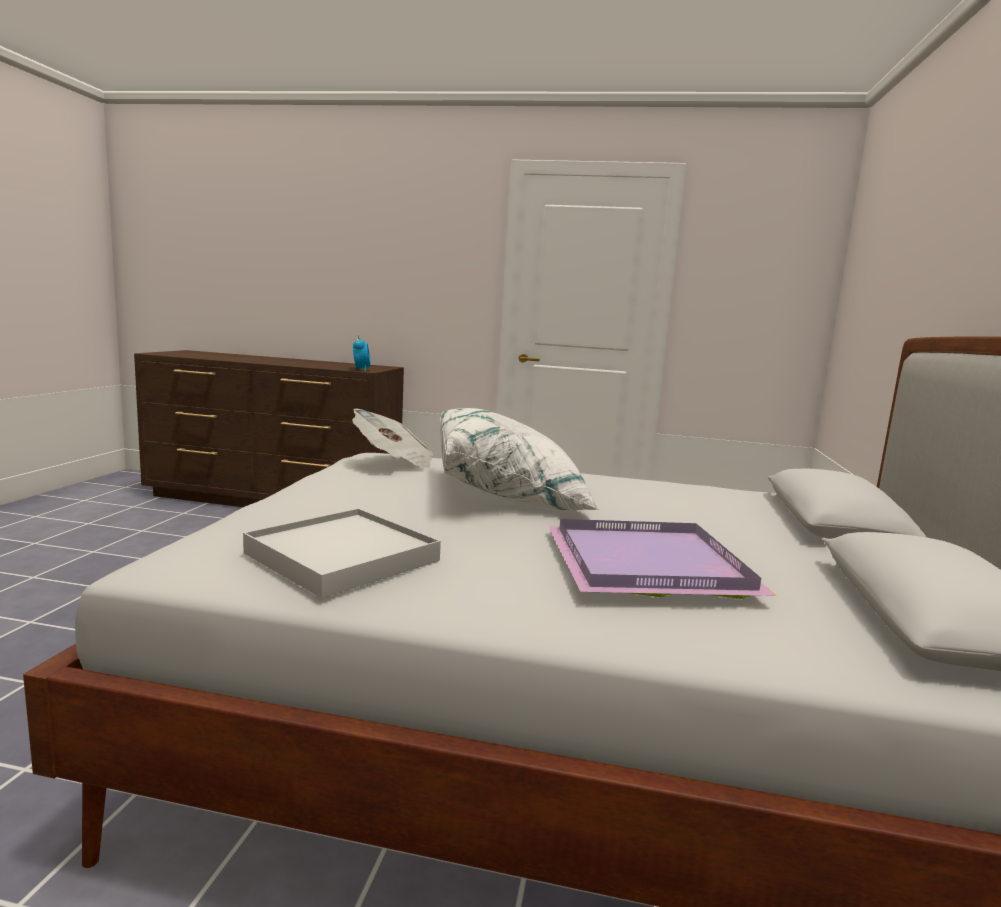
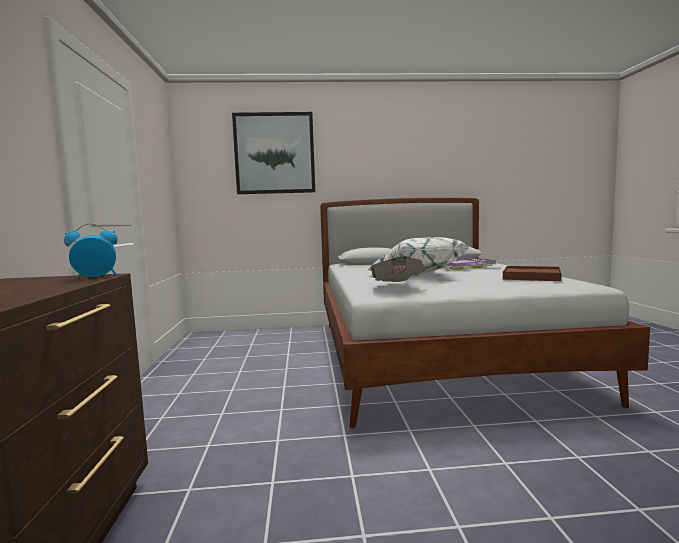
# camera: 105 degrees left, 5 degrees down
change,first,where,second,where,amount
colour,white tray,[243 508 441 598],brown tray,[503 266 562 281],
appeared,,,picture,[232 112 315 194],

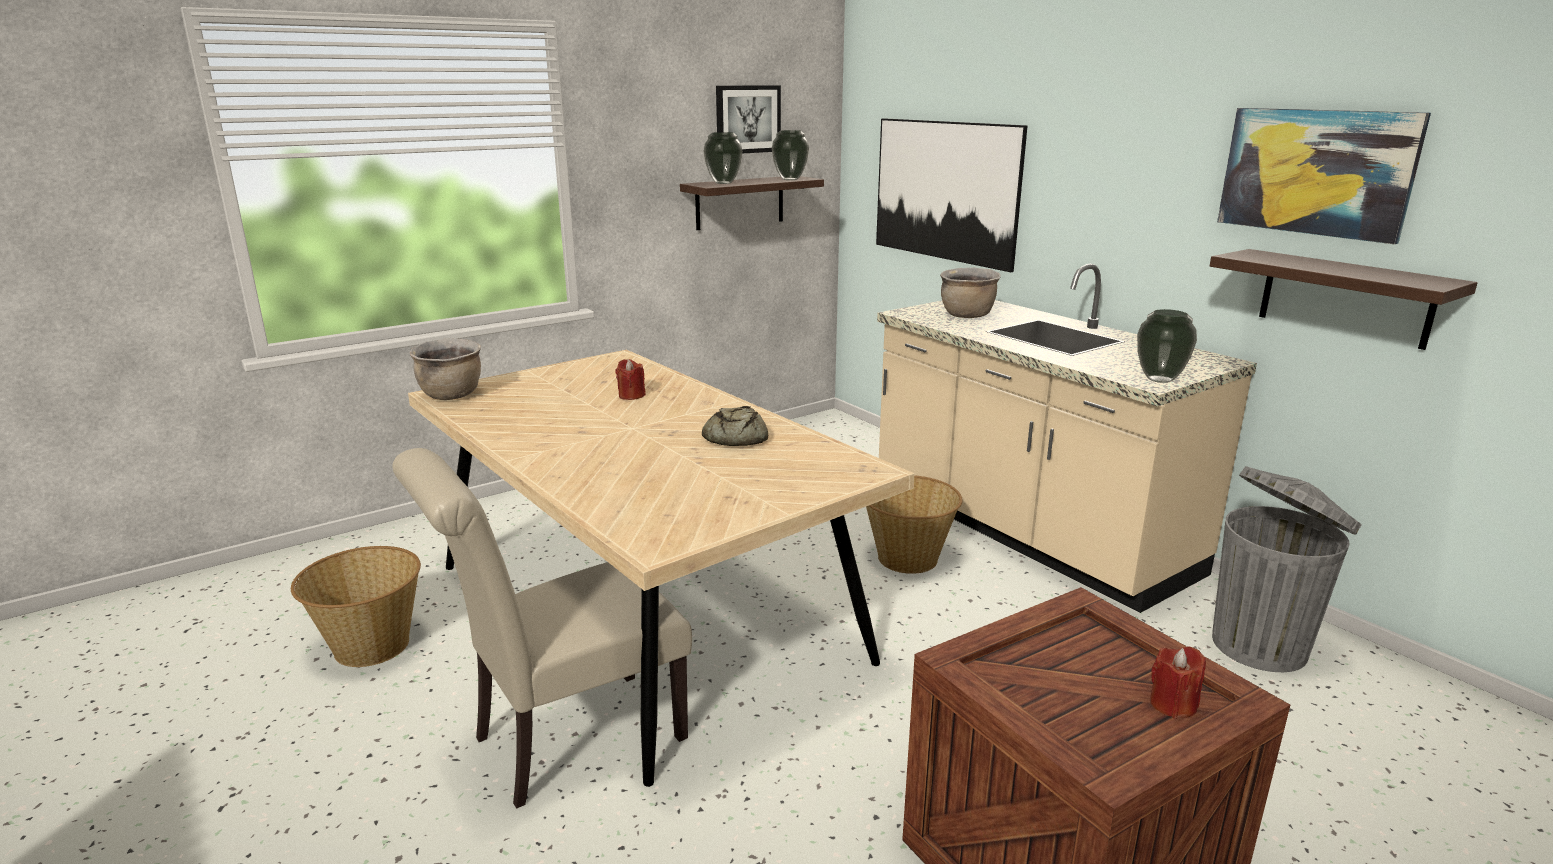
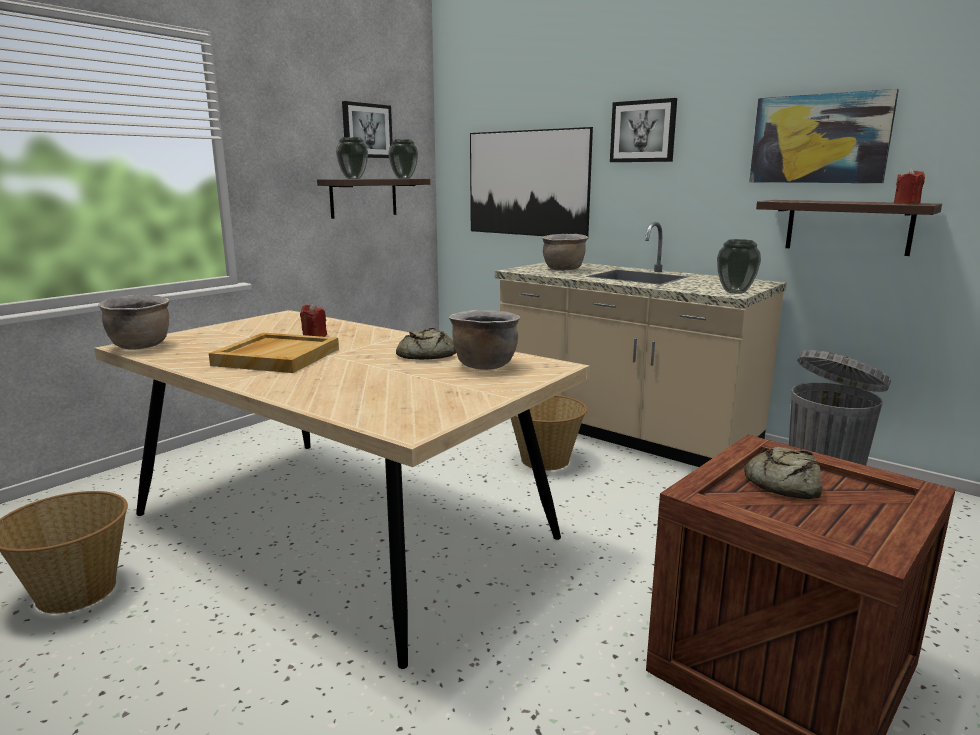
# camera: 15 degrees left, 5 degrees down
change,first,where,second,where,amount
missing,beige chair,[392 448 692 809],,,
relocated,red candle,[1150 647 1206 719],,[894 168 925 204],
appeared,,,beige tray,[209 333 339 373],
appeared,,,brown cooking pot,[449 310 520 370],
appeared,,,picture,[610 98 677 162],
appeared,,,bread,[744 446 823 499],

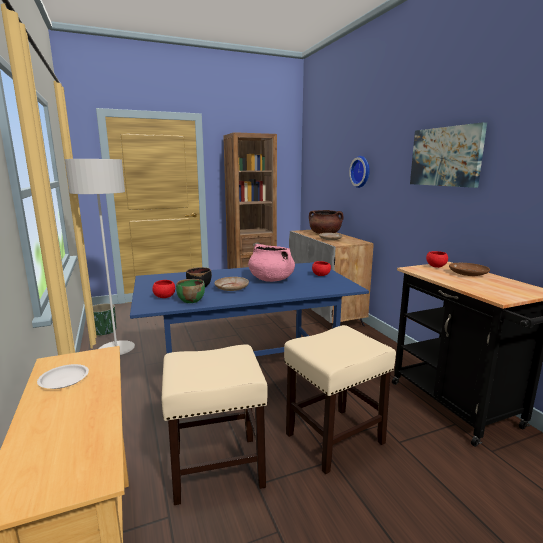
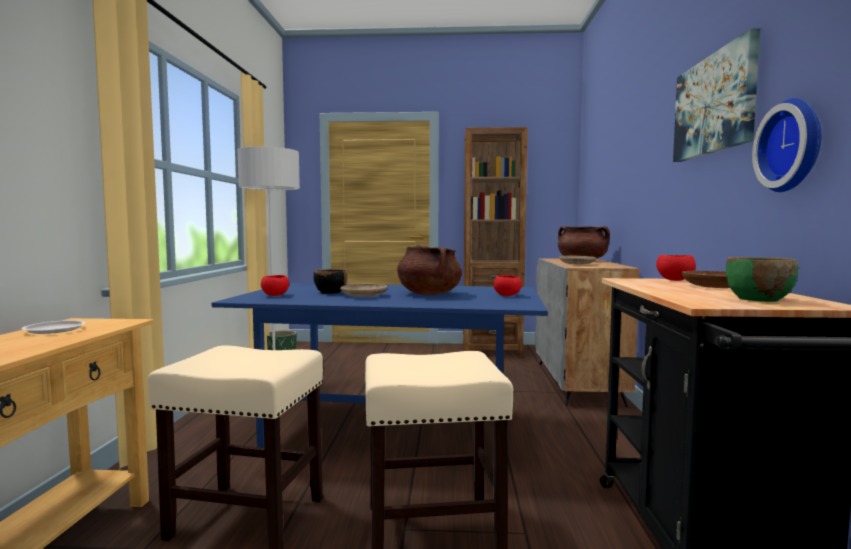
# camera: 25 degrees right, 10 degrees down
change,first,where,second,where,amount
relocated,green bowl,[176 279 205 303],,[726 257 798 302],
colour,pink cooking pot,[248 244 295 282],brown cooking pot,[397 245 462 295],
relocated,wall clock,[349 156 370 188],,[752 98 821 192],

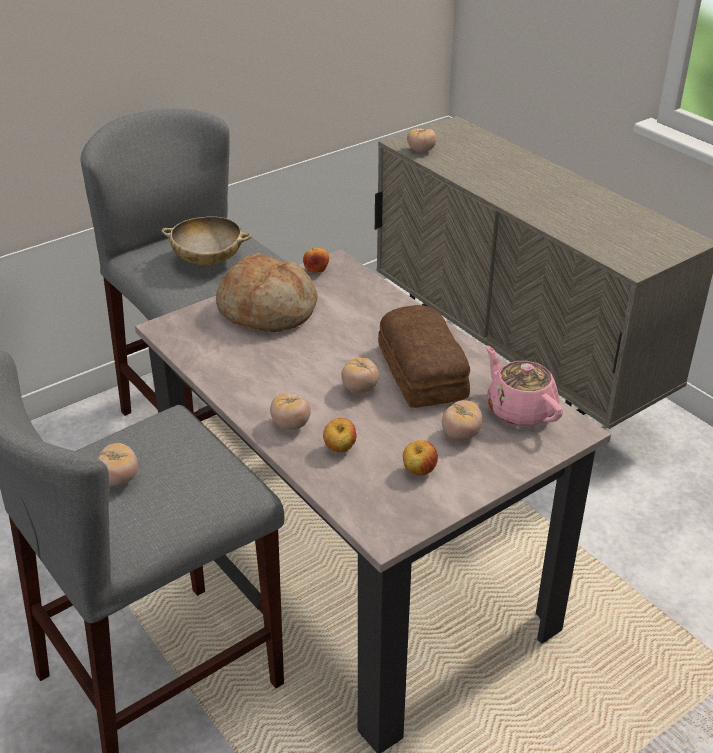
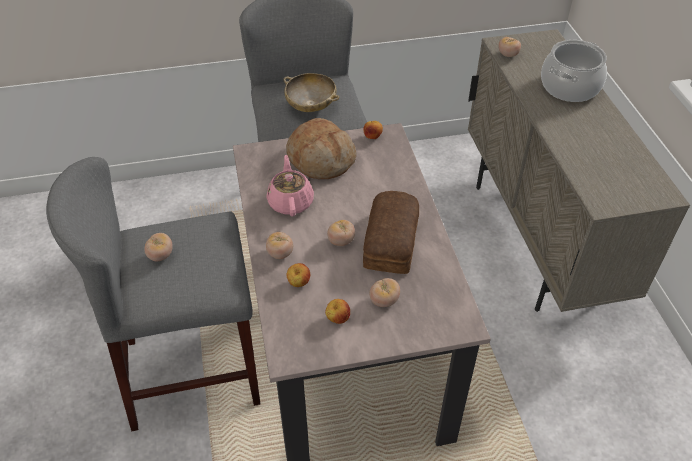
# camera: 25 degrees right, 10 degrees up
change,first,where,second,where,amount
relocated,pink teapot,[486 346 563 426],,[267 155 314 216],
appeared,,,cooking pot,[541 40 607 102],

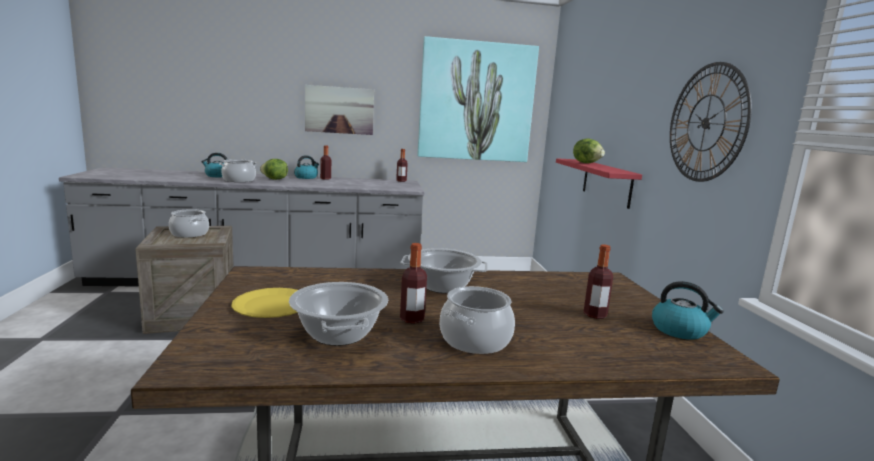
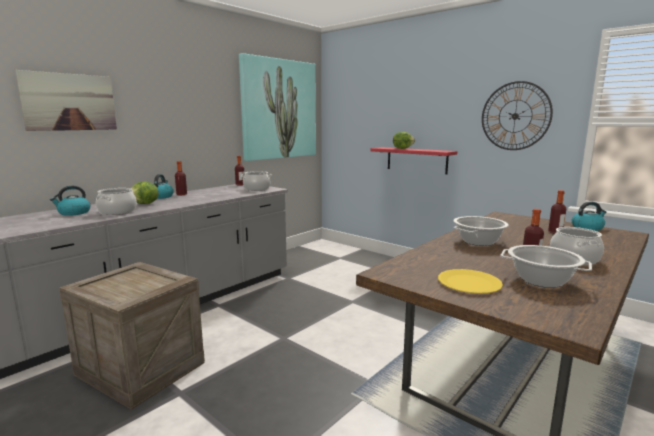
# camera: 40 degrees left, 0 degrees up
change,first,where,second,where,amount
relocated,cooking pot,[169 209 209 238],,[241 171 272 191],
relocated,picture,[305 85 374 135],,[15 70 117 131],

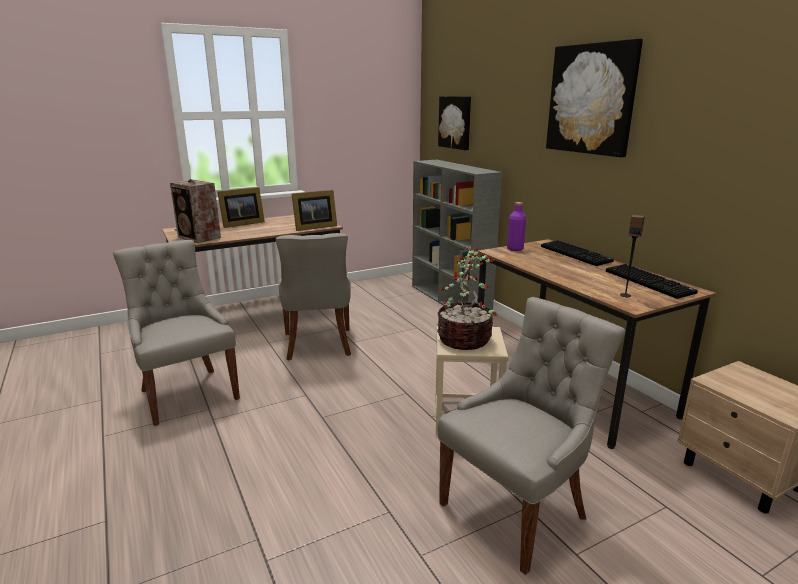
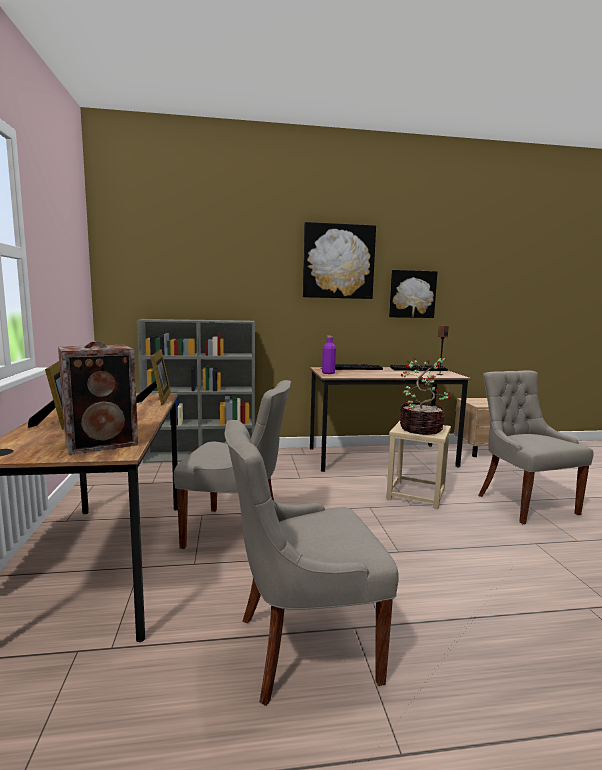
# camera: 70 degrees left, 10 degrees down
change,first,where,second,where,amount
relocated,picture,[438 96 471 150],,[389 270 437 318],

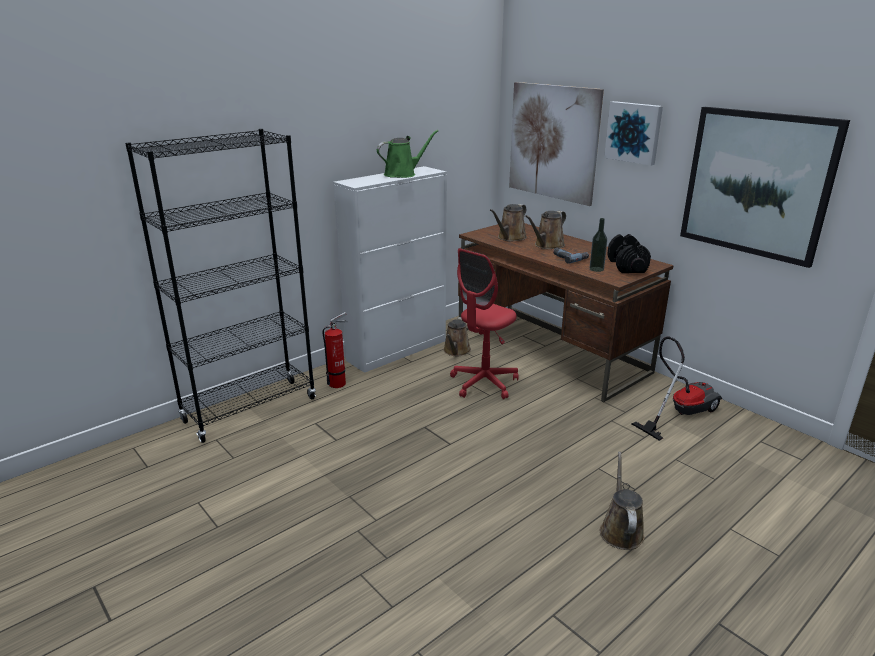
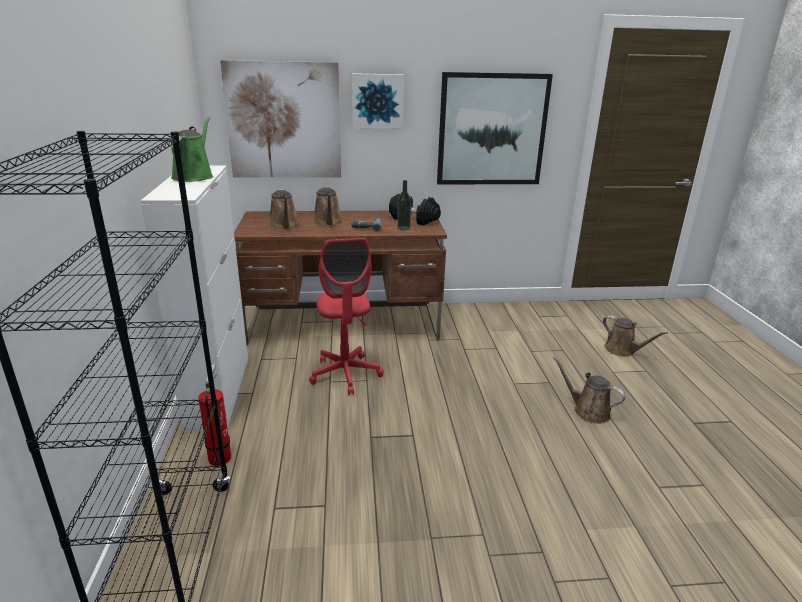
# camera: 55 degrees left, 0 degrees up
change,first,where,second,where,amount
relocated,brown watering can,[443 317 471 356],,[603 315 668 357],
missing,vacuum cleaner,[632 337 722 441],,,

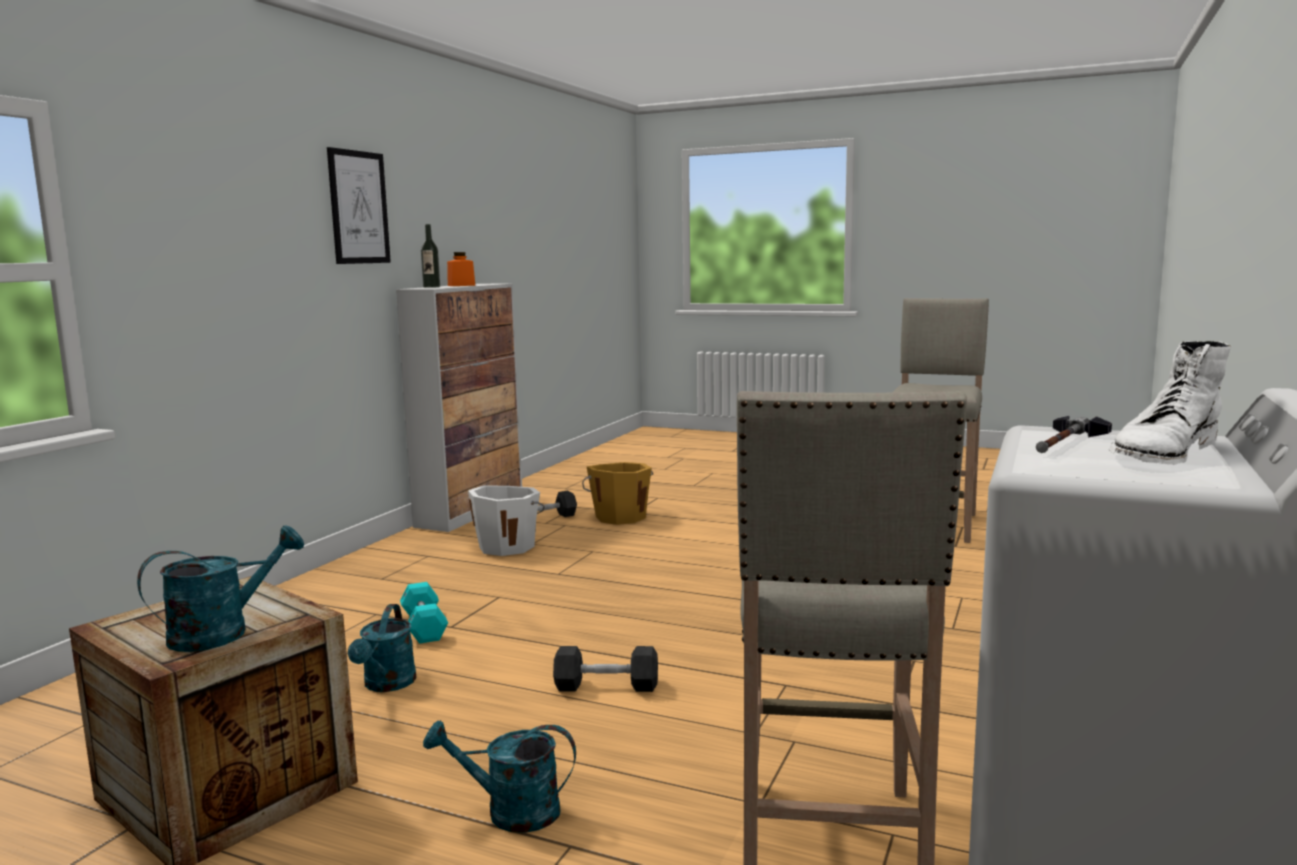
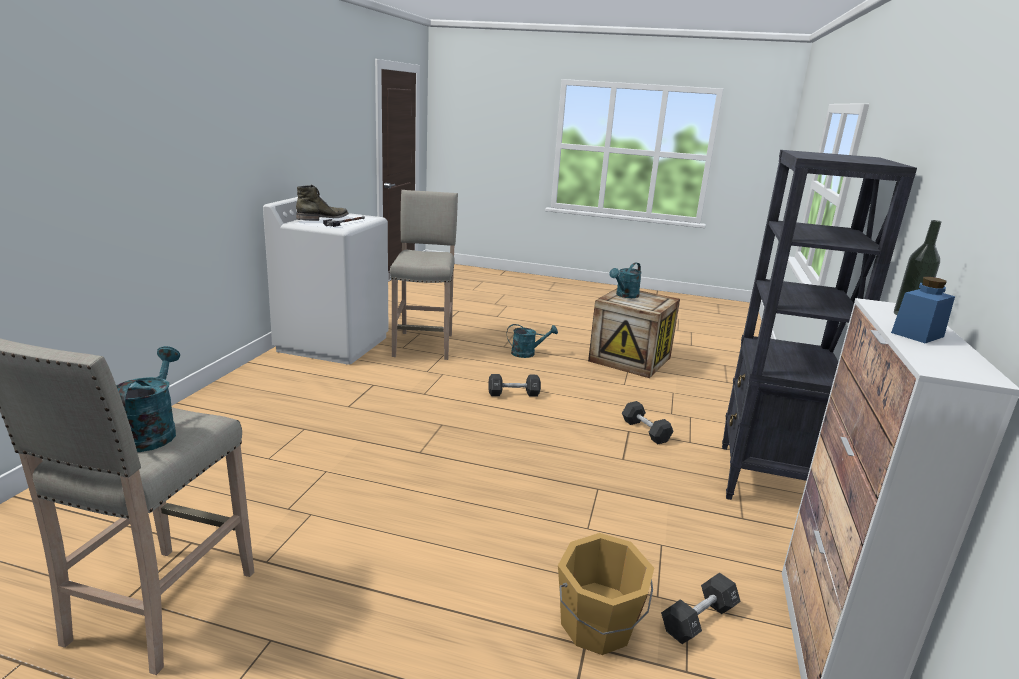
# camera: 170 degrees right, 10 degrees up
change,first,where,second,where,amount
missing,picture,[327 147 391 264],,,
relocated,turquoise watering can,[348 604 417 692],,[116 346 180 452],
colour,turquoise dumbbell,[400 582 448 644],black dumbbell,[622 401 674 444],
colour,orange jar,[447 252 475 286],blue jar,[891 277 955 343],
missing,white bucket,[468 486 545 556],,,
colour,white boot,[1109 341 1231 465],green boot,[296 185 349 221],
appeared,,,black bookcase,[722 150 917 500],

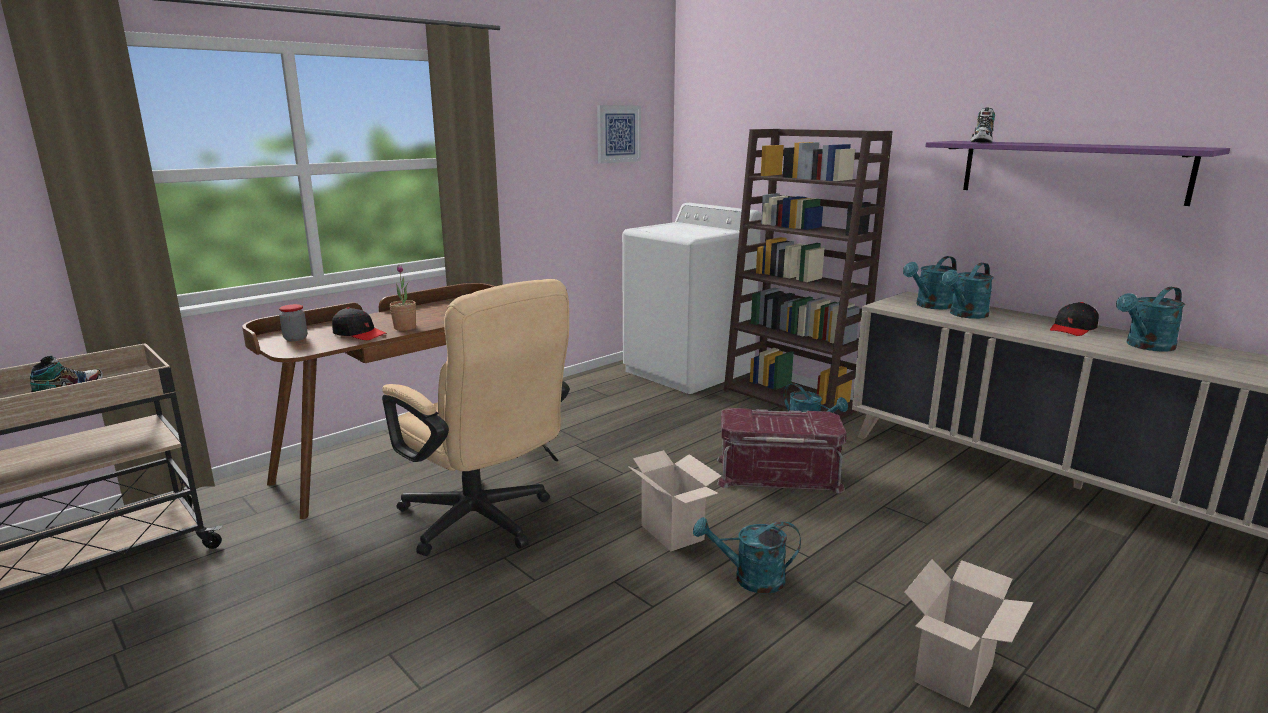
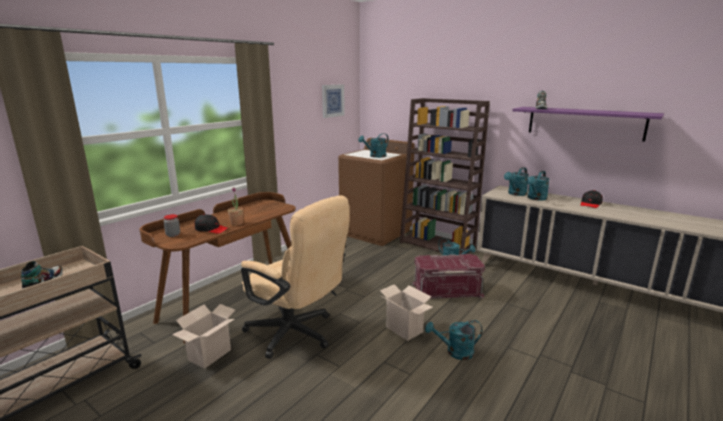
# camera: 10 degrees left, 0 degrees up
change,first,where,second,where,amount
colour,white washing machine,[622 203 761 394],brown washing machine,[338 138 415 246],
relocated,cardboard box,[904 559 1033 708],,[172 304 235 369],
relocated,turquoise watering can,[1116 287 1185 352],,[358 133 389 158],

